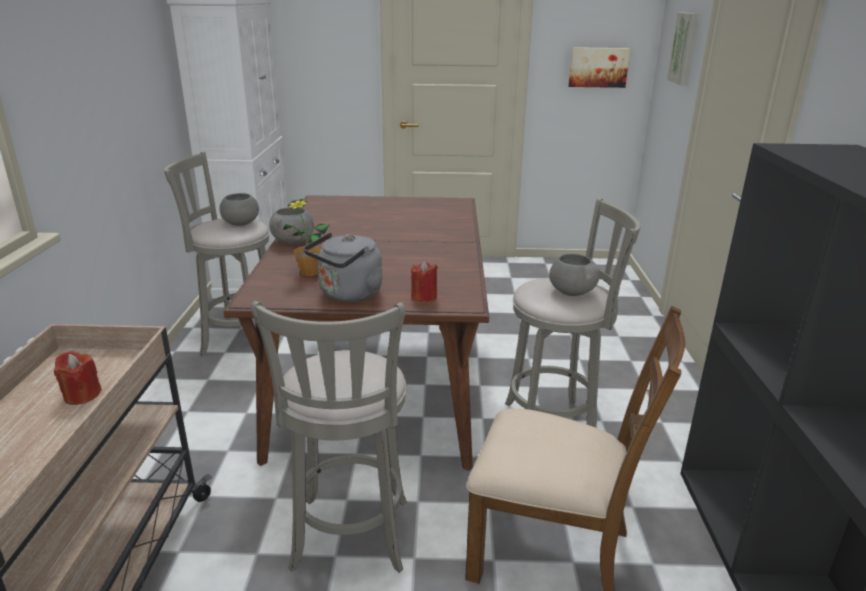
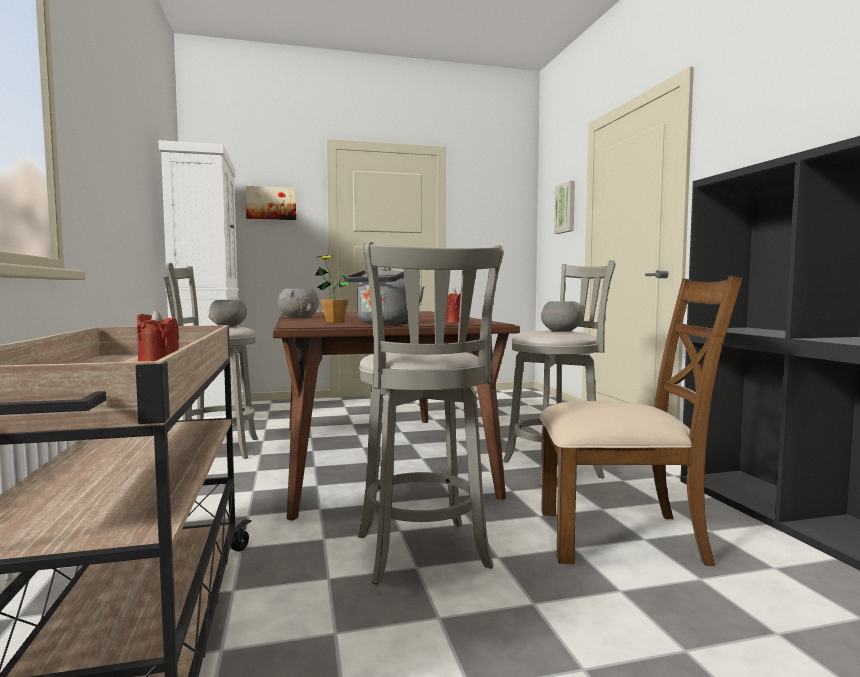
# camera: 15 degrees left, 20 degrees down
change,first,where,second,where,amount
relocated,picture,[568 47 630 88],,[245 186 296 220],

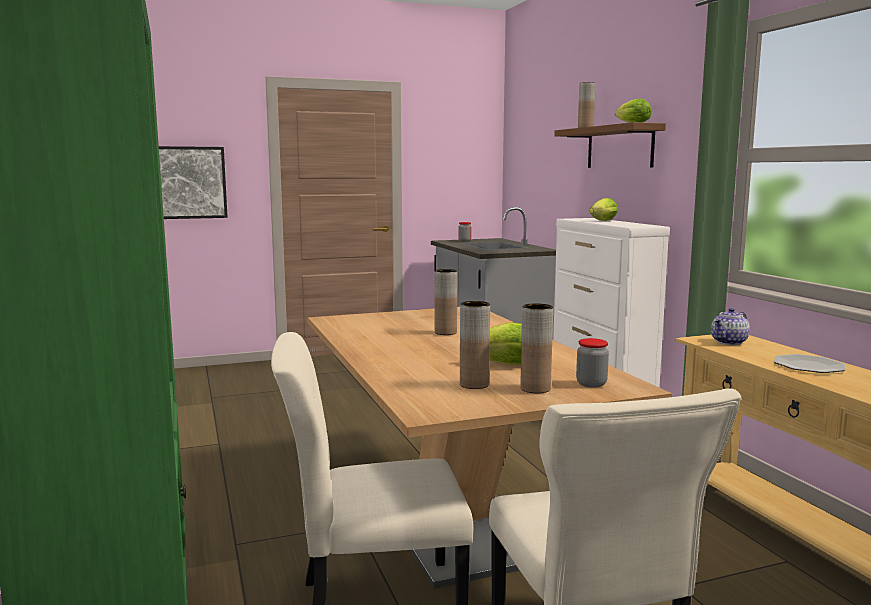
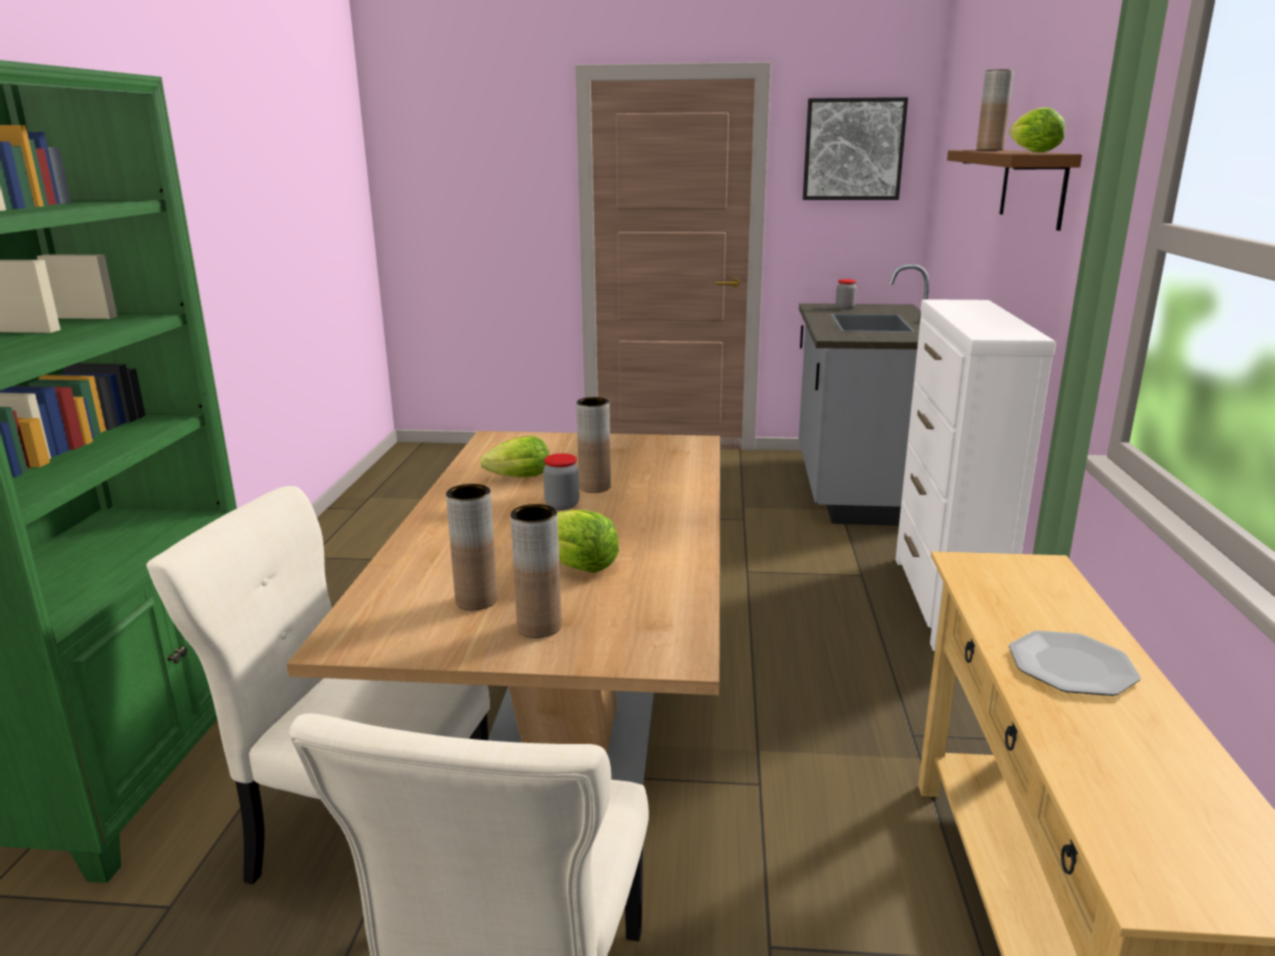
# camera: 25 degrees right, 10 degrees up
change,first,where,second,where,amount
relocated,picture,[159 146 228 219],,[803 97 908 200],
relocated,jar,[576 338 609 388],,[543 453 579 510],
relocated,lettuce,[589 198 618 221],,[480 436 549 477],
missing,teapot,[711 308 750 345],,,

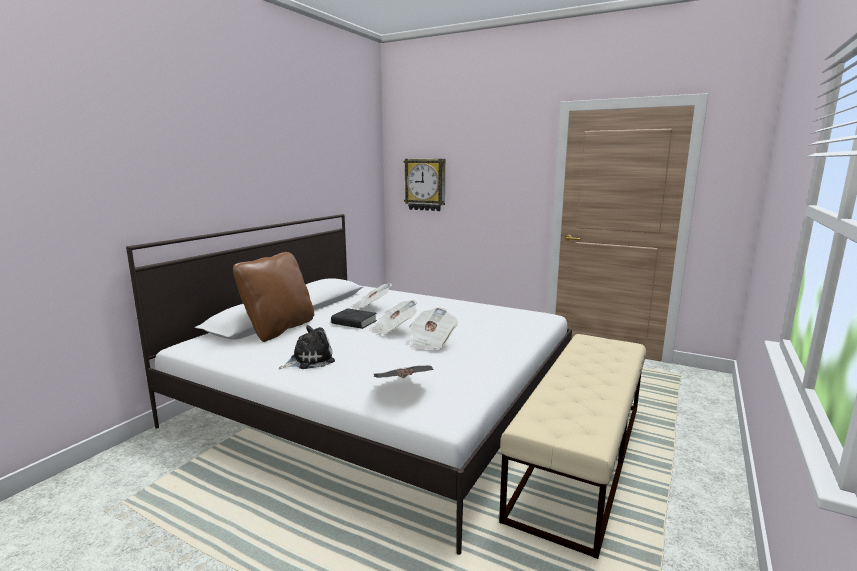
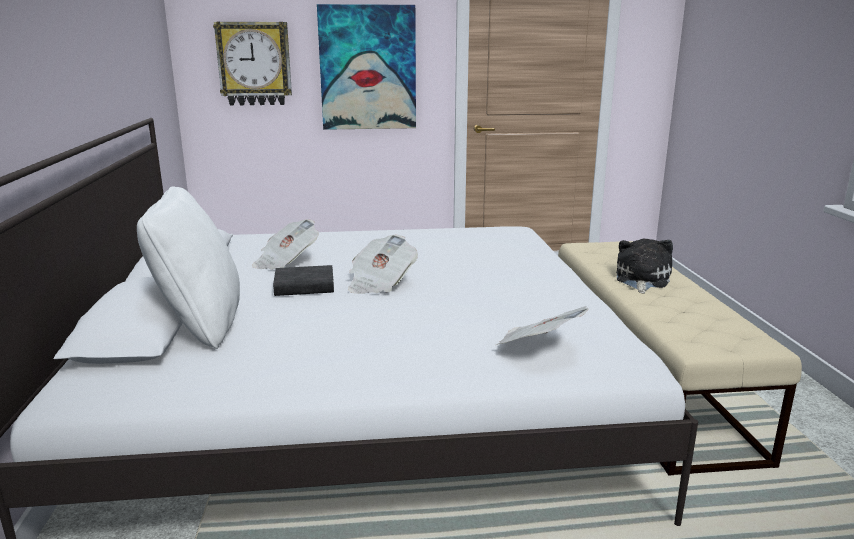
# camera: 35 degrees left, 5 degrees up
change,first,where,second,where,amount
colour,brown pillow,[233 252 314 342],white pillow,[137 187 240 349],
relocated,plush toy,[279 325 335 369],,[616 239 673 294],
missing,newspaper,[409 307 458 350],,,
appeared,,,picture,[317 4 416 130],

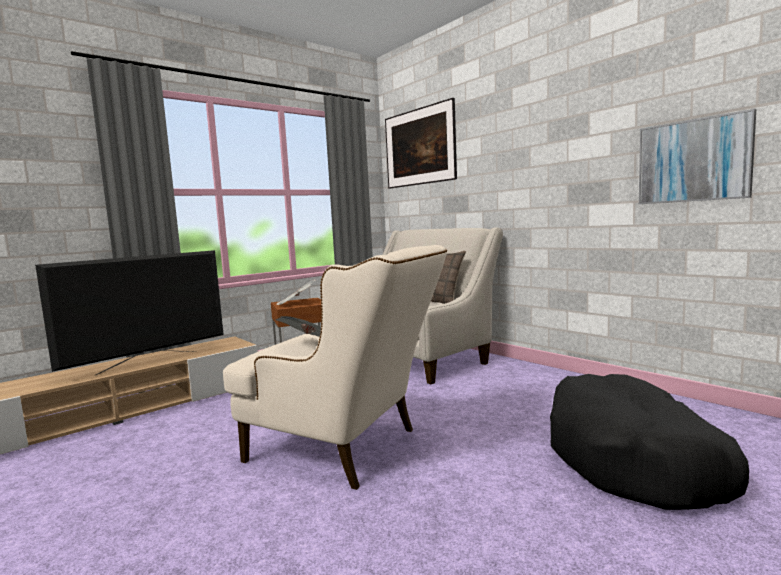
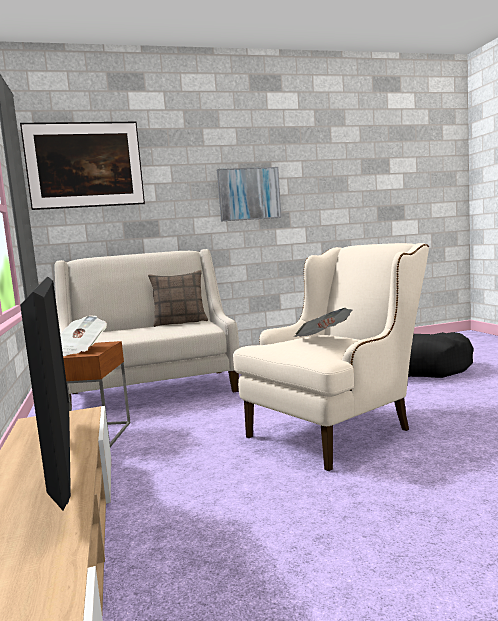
# camera: 65 degrees left, 0 degrees up
change,first,where,second,where,amount
relocated,picture,[639 109 756 204],,[217 167 281 221],

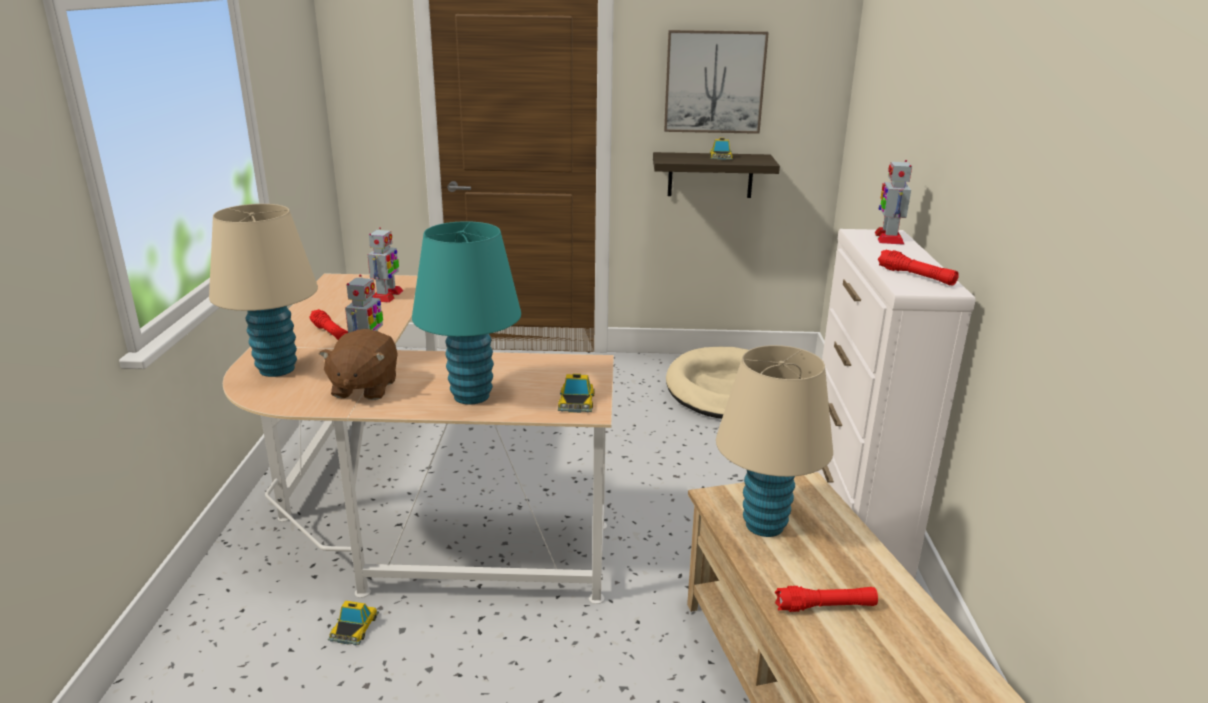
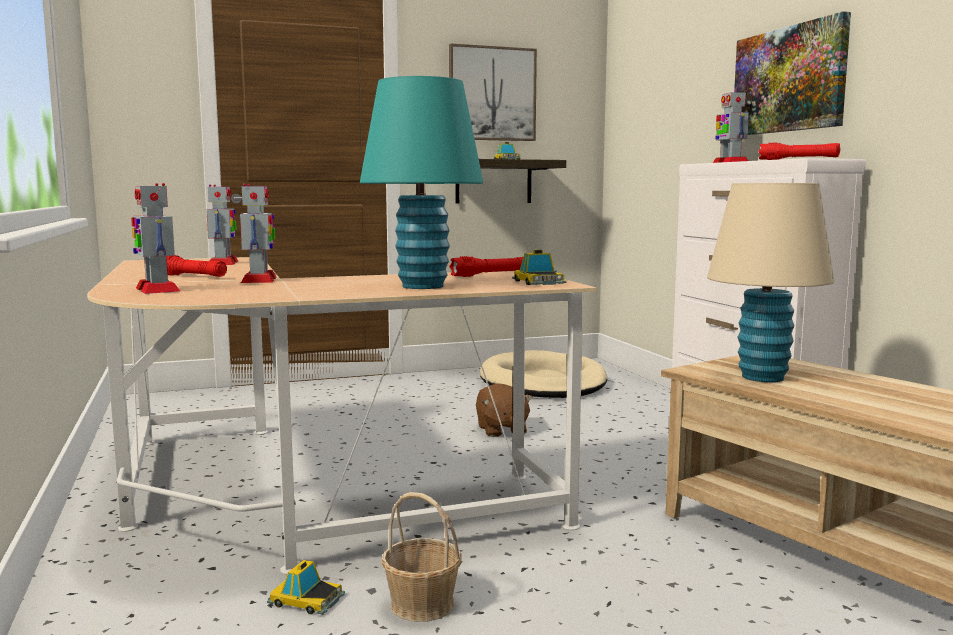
# camera: 20 degrees left, 15 degrees down
change,first,where,second,where,amount
exchanged,beige table lamp,[209 204 318 377],toy robot,[131 183 180 294],
relocated,brown plush toy,[319 329 397 400],,[476 383 533 437],
spun,toy car,[328 601 379 645],,[267 560 345 615],60 degrees counterclockwise
relocated,red flashlight,[775 586 878 612],,[449 256 523 277],
appeared,,,basket,[382 492 461 622],
appeared,,,picture,[734 11 851 135],

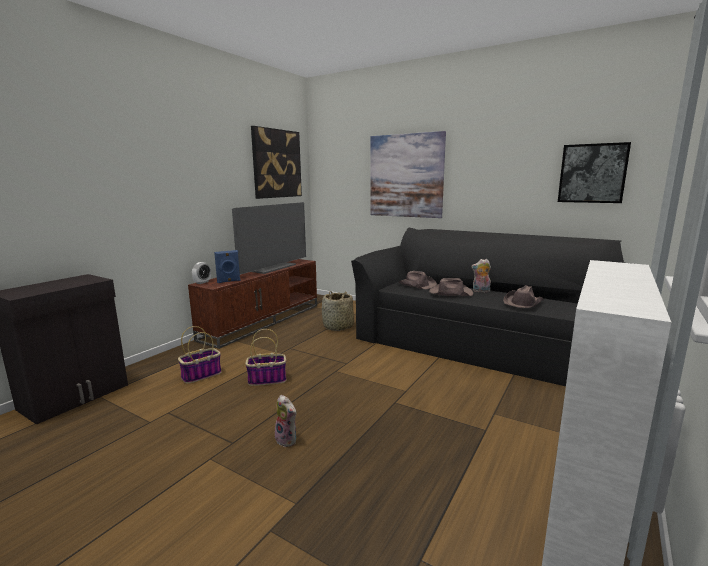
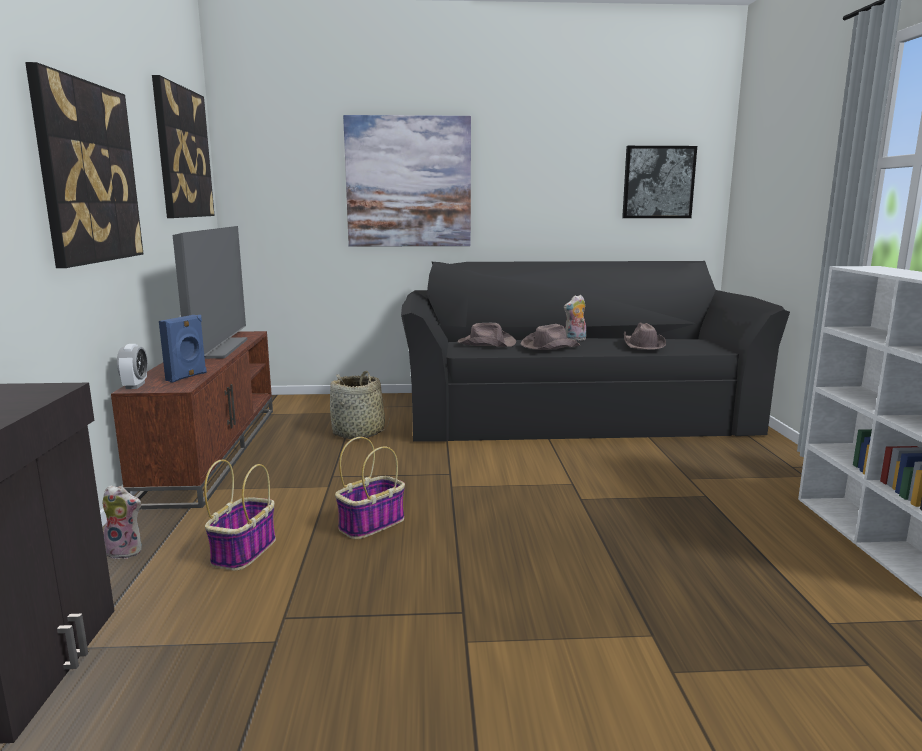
# camera: 35 degrees left, 0 degrees up
change,first,where,second,where,amount
relocated,plush toy,[275 395 297 447],,[102 485 142 559],
appeared,,,picture,[25 62 144 268],

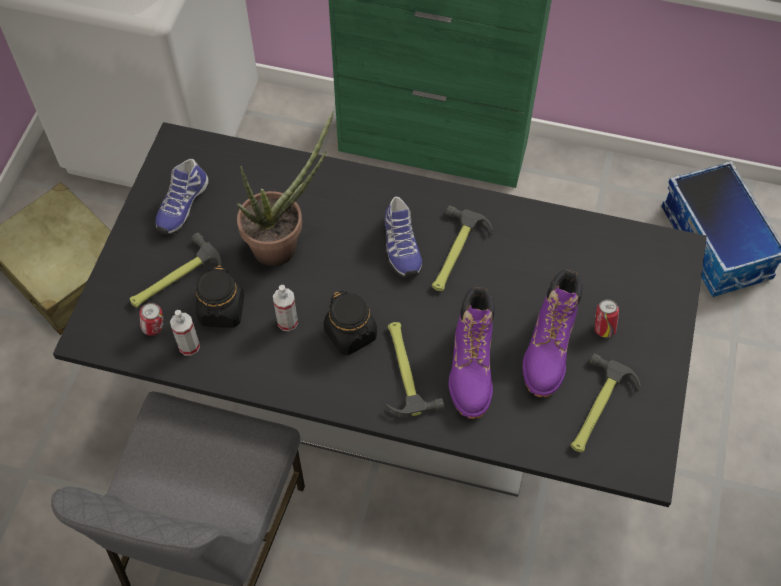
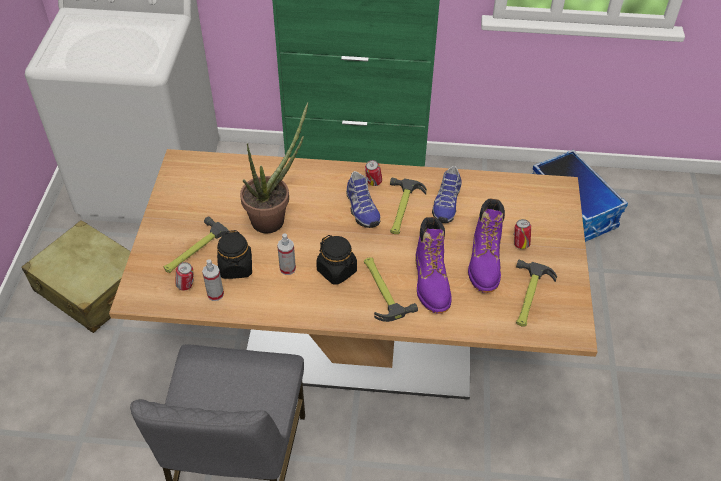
# camera: 10 degrees left, 10 degrees down
change,first,where,second,where,amount
colour,black dining table,[53 122 707 507],beige dining table,[109 149 598 400],
relocated,shoe,[156 159 209 235],,[432 166 462 223],
appeared,,,can,[365 160 382 186],

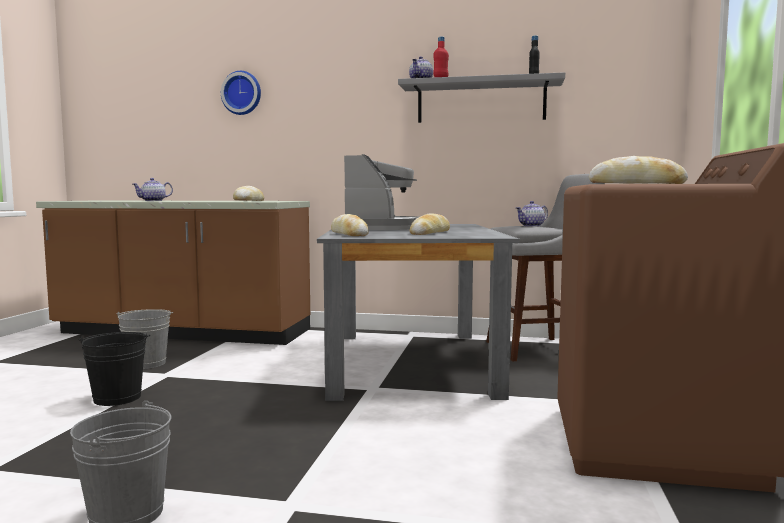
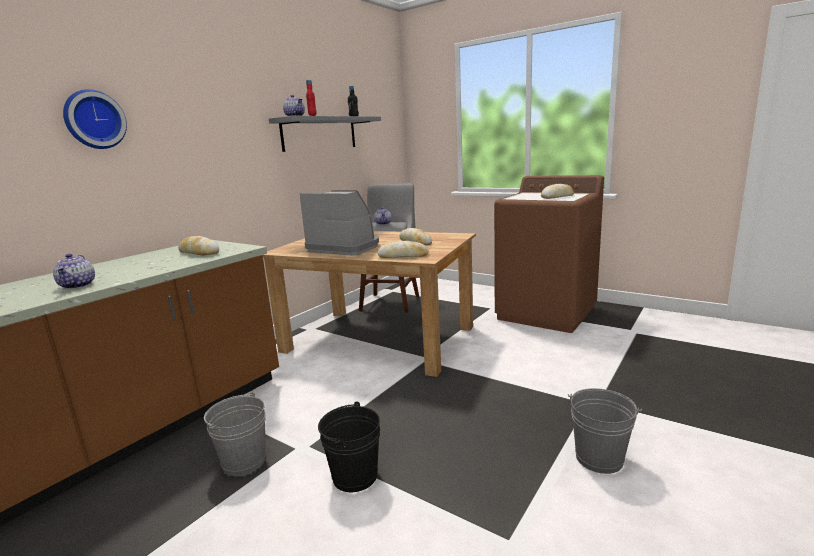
# camera: 65 degrees left, 10 degrees up
change,first,where,second,where,amount
colour,grey dining table,[317 224 520 401],brown dining table,[263 231 476 377],

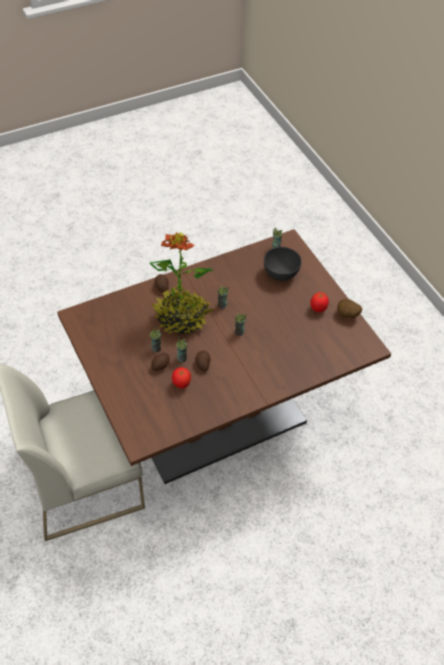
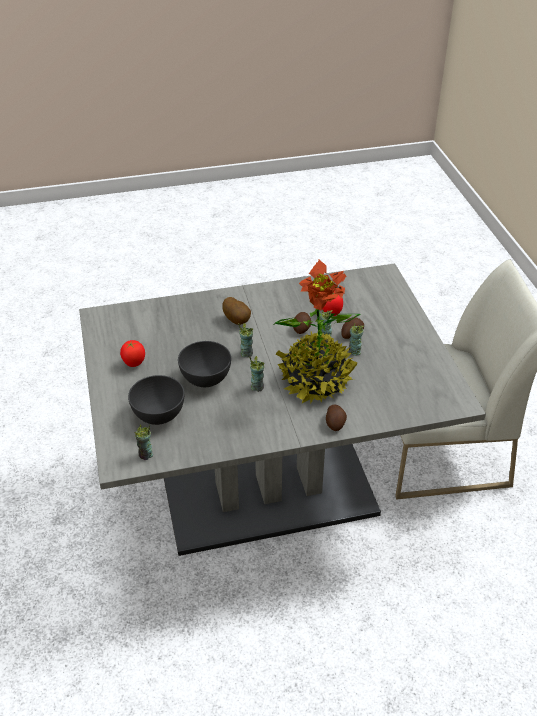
# camera: 165 degrees left, 10 degrees down
change,first,where,second,where,amount
colour,brown dining table,[57 229 391 484],grey dining table,[79 263 486 556],
relocated,potato,[337 299 362 318],,[222 297 251 325],
appeared,,,grey bowl,[178 341 231 387],

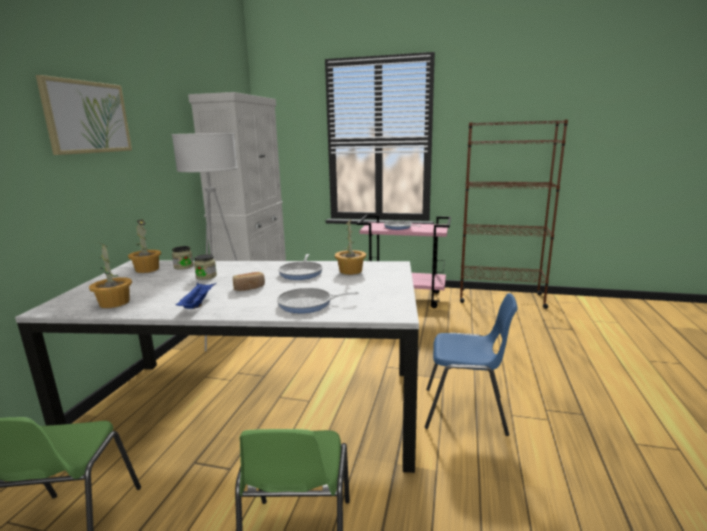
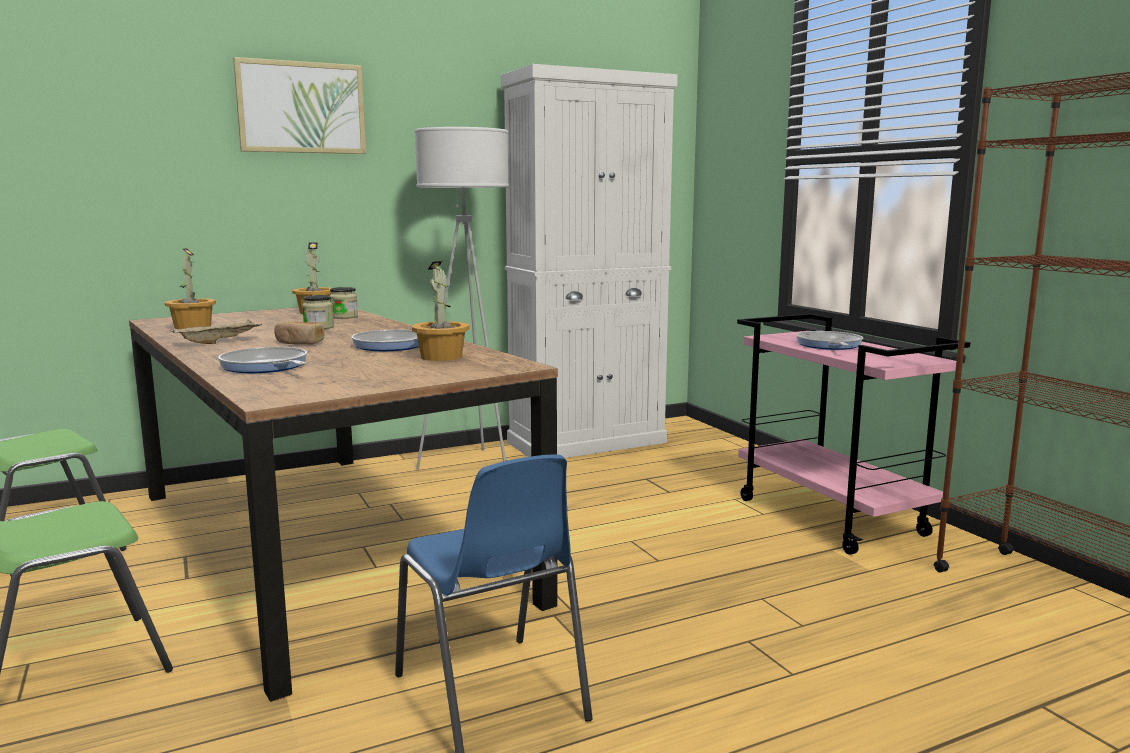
# camera: 50 degrees right, 5 degrees down
change,first,where,second,where,amount
colour,white dining table,[15 261 419 473],brown dining table,[129 307 558 702],
colour,blue tray,[175 283 216 309],beige tray,[170 319 262 344],

